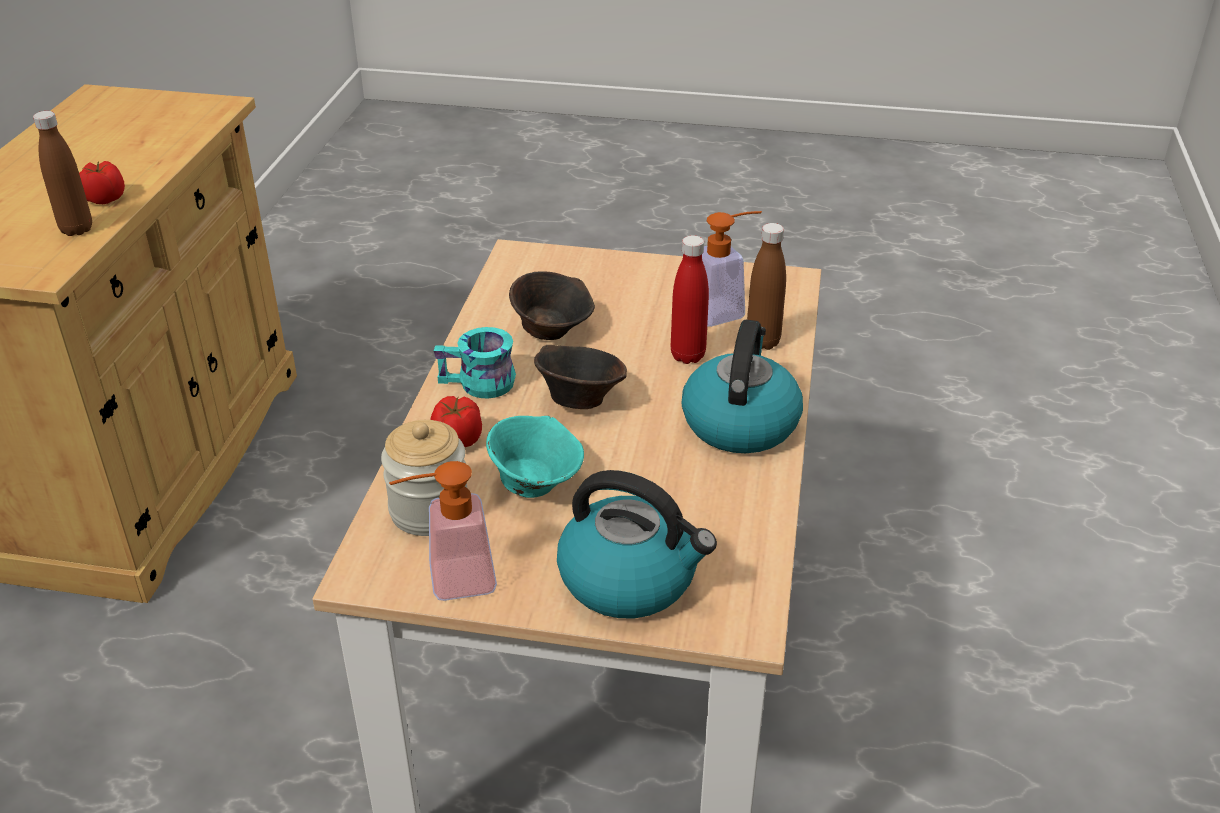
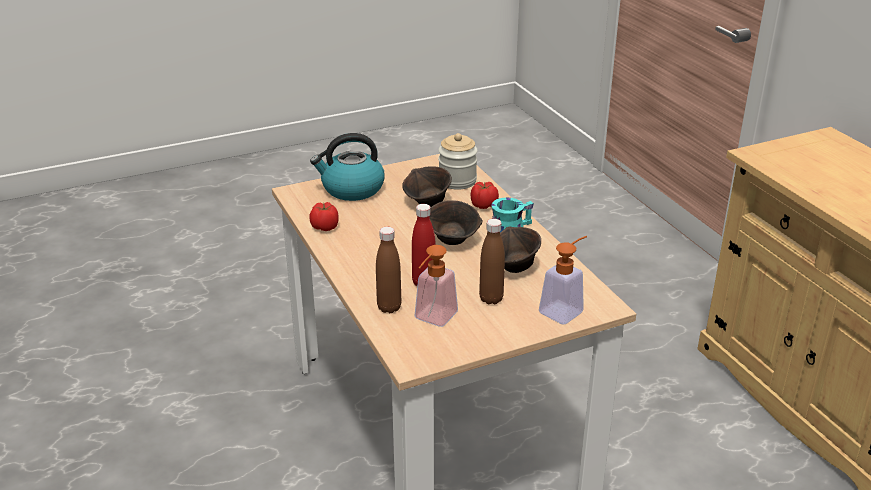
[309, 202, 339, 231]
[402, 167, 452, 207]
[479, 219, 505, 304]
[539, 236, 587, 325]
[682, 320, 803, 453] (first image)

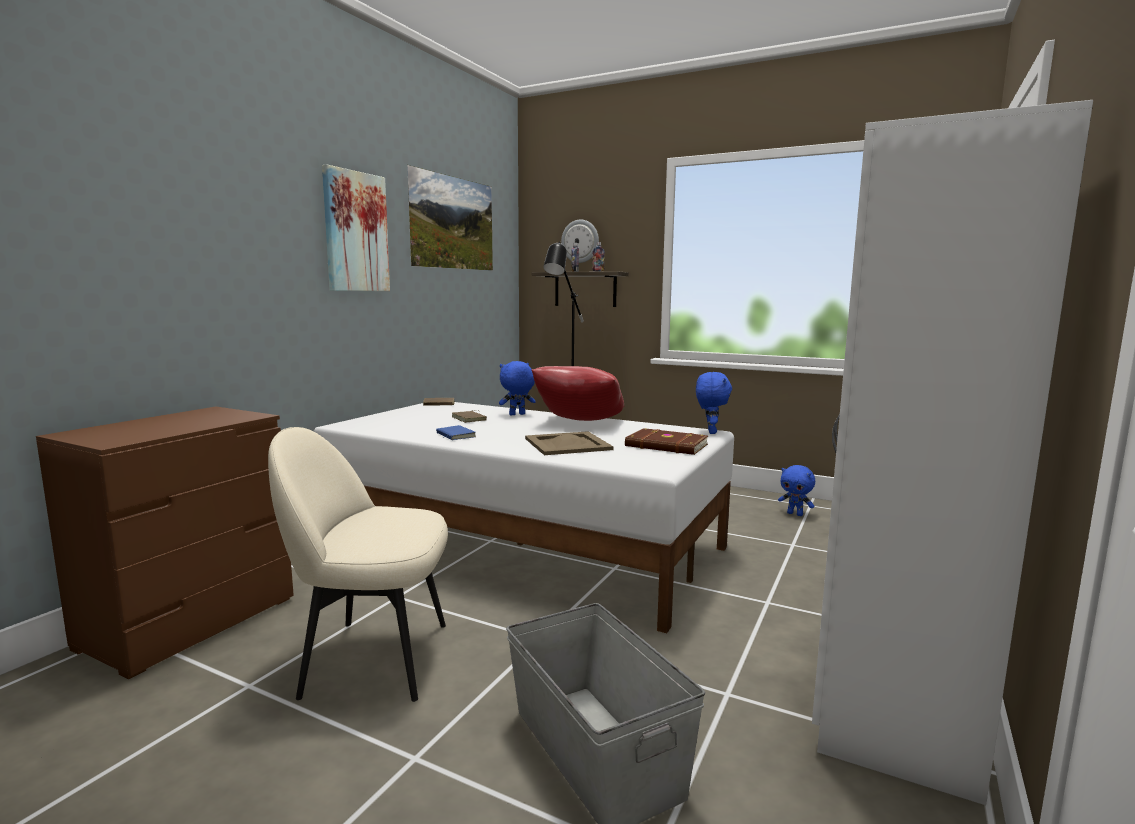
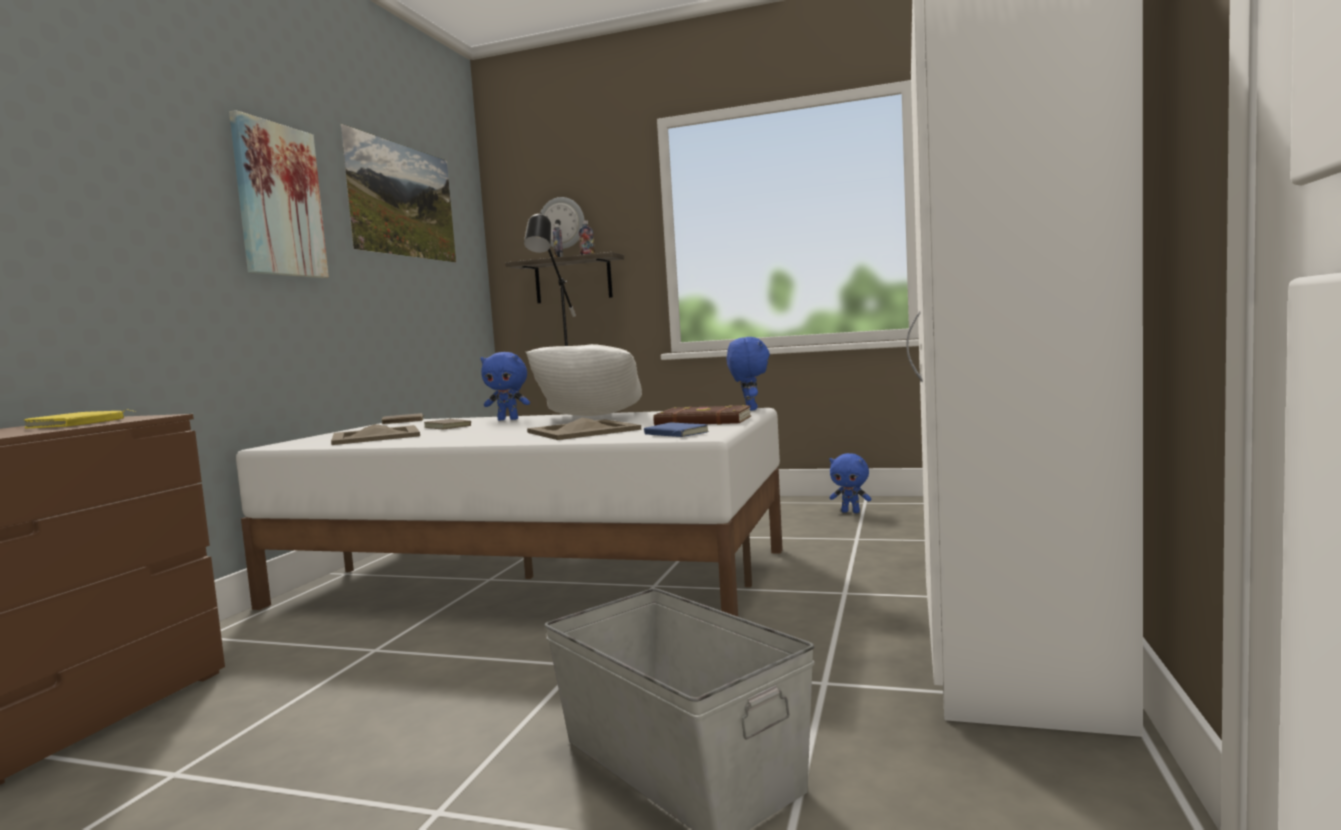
[24, 410, 135, 428]
[331, 424, 420, 445]
[480, 352, 530, 420]
[525, 344, 642, 416]
[644, 422, 709, 437]
[268, 427, 448, 702] (first image)

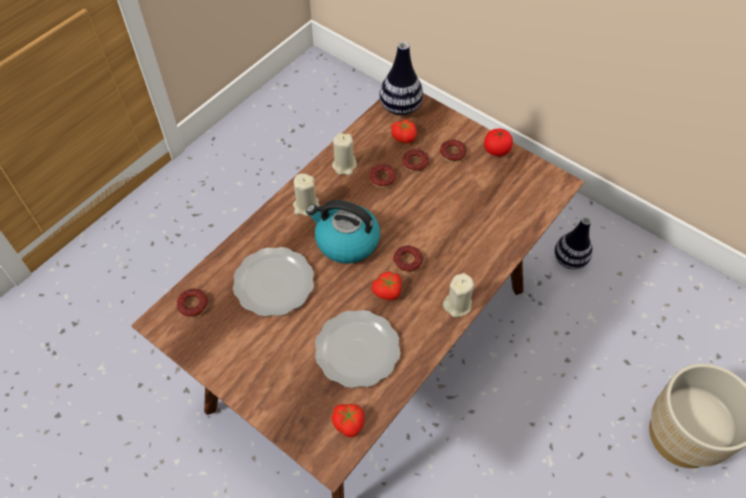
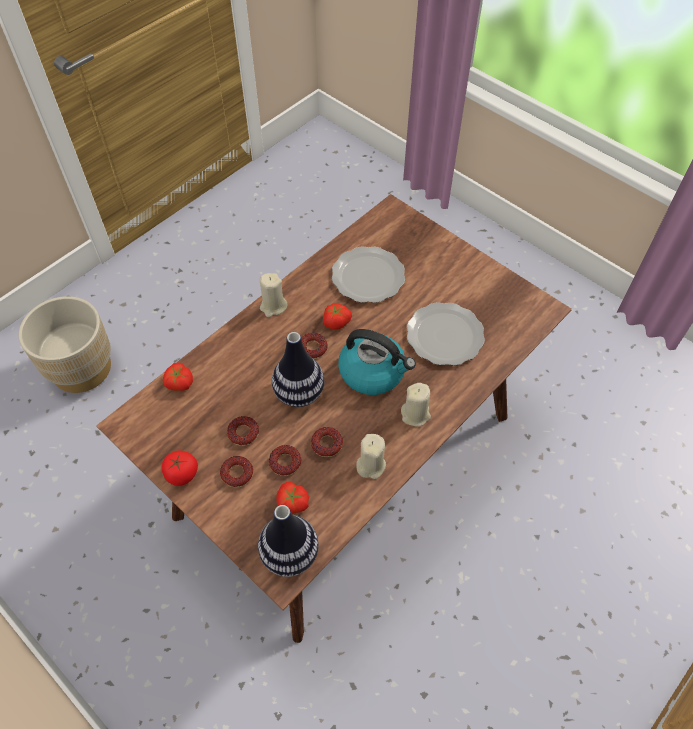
[163, 362, 193, 391]
[227, 416, 259, 446]
[272, 332, 325, 407]

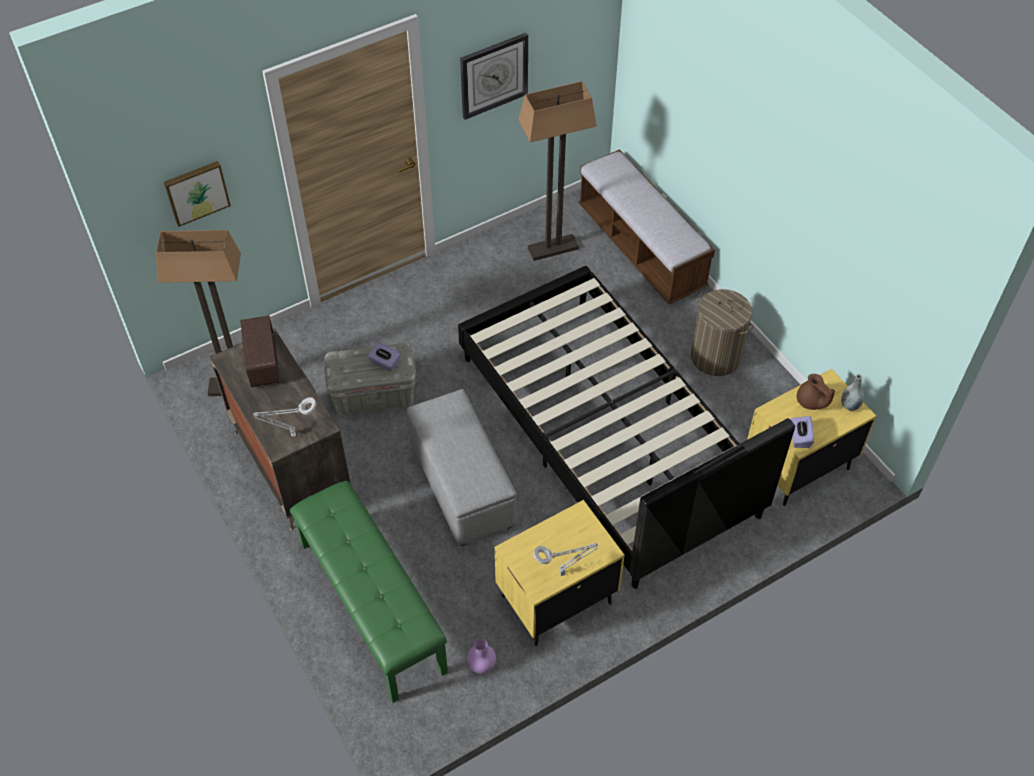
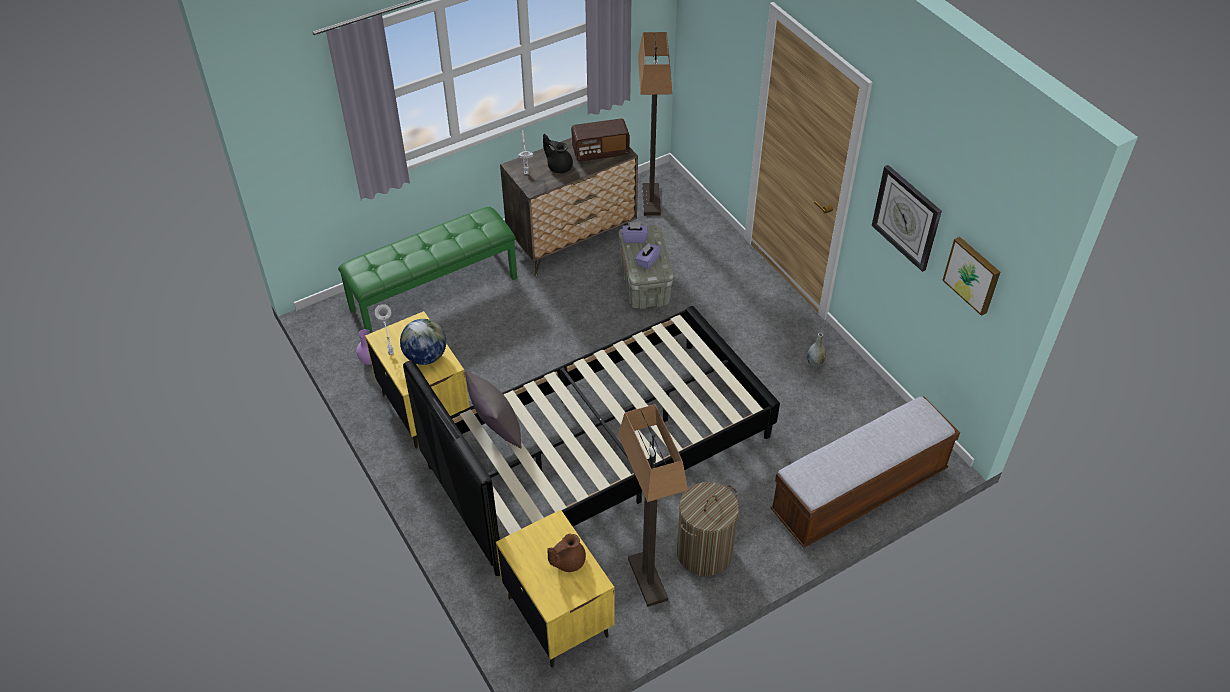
[400, 319, 446, 365]
[465, 371, 521, 448]
[543, 134, 573, 173]
[618, 404, 688, 607]
[622, 222, 648, 243]
[807, 333, 826, 367]
[942, 237, 1000, 316]
[407, 389, 516, 546] (first image)

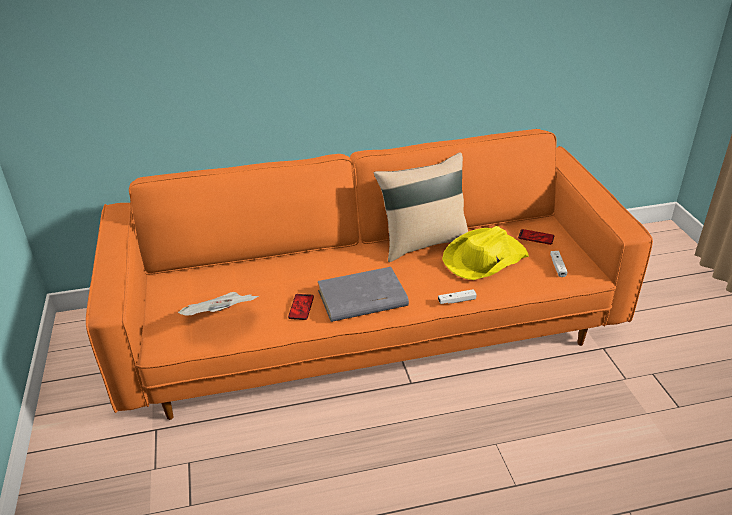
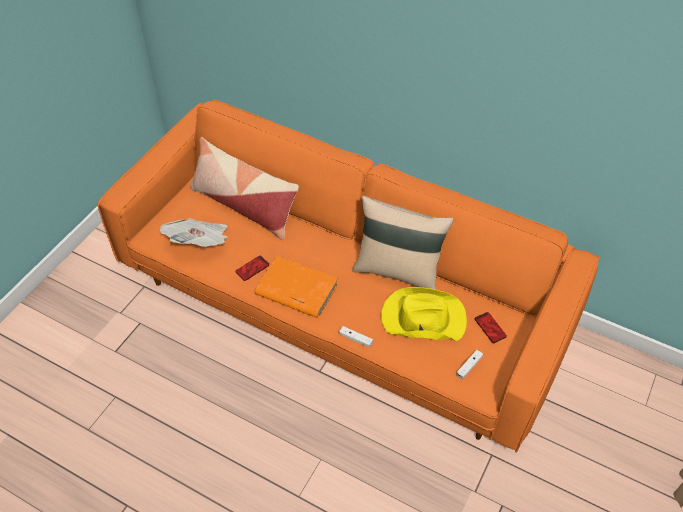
[190, 137, 299, 240]
[255, 256, 338, 318]

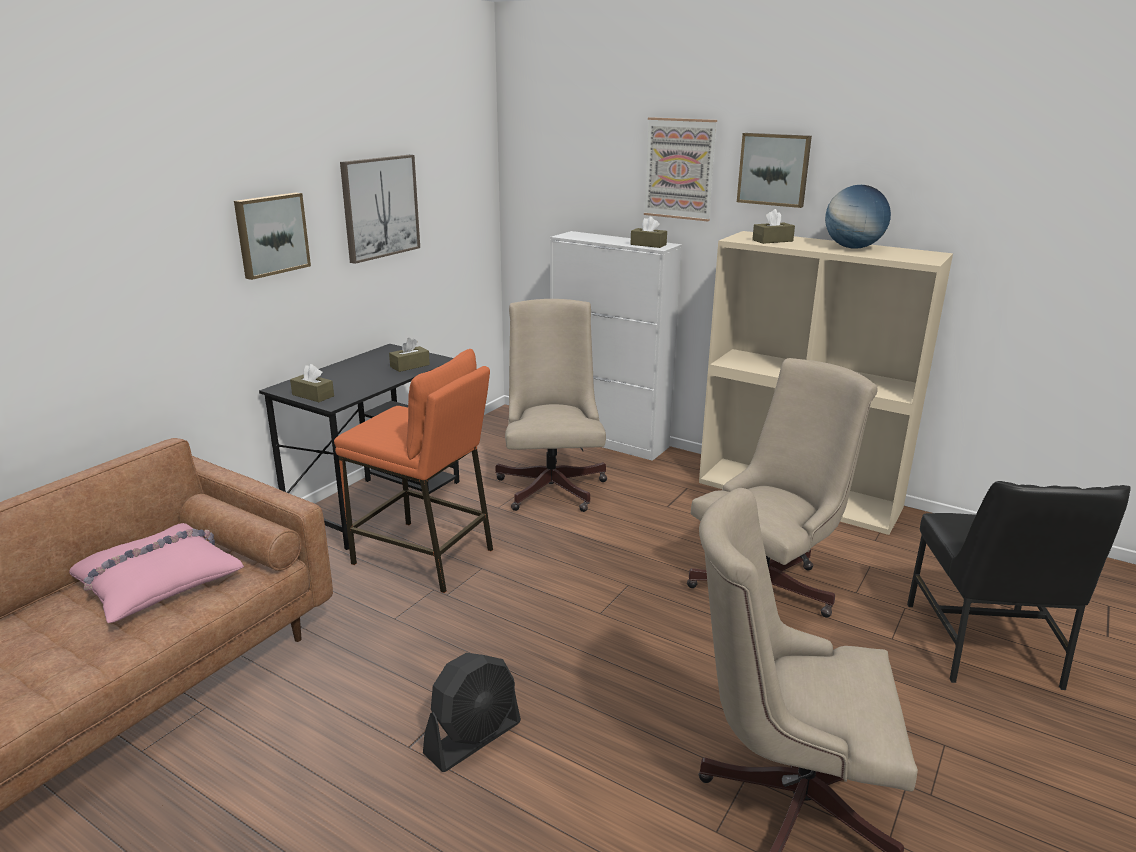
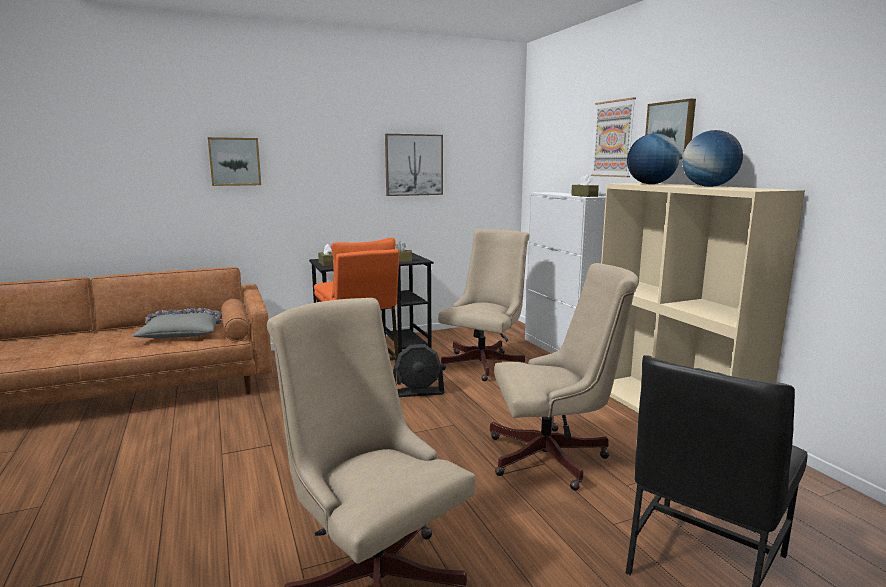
[132, 308, 222, 338]
[208, 137, 261, 186]
[393, 344, 444, 397]
[627, 133, 680, 184]

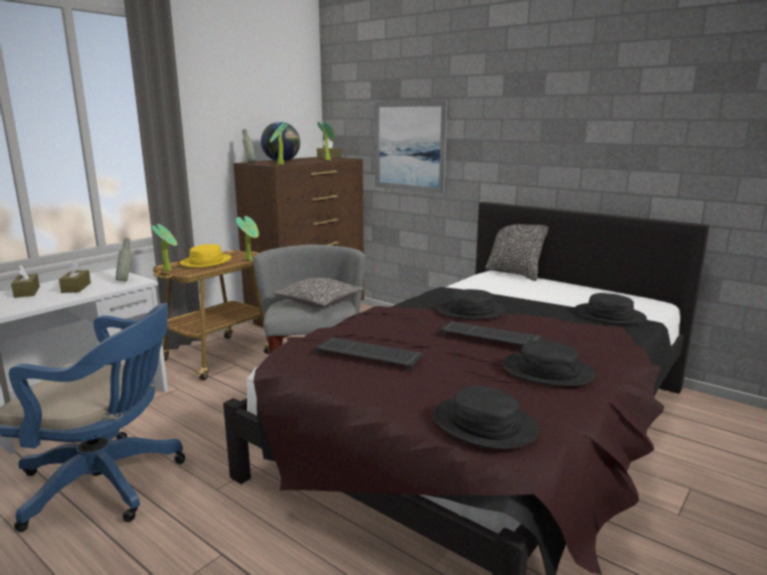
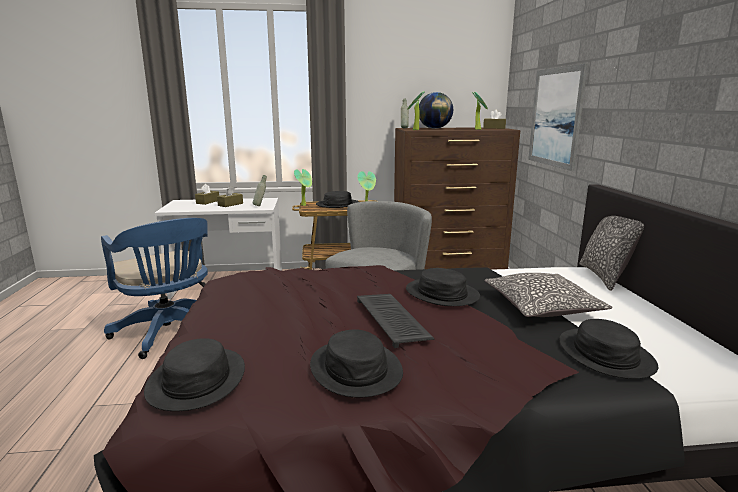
[316, 191, 359, 208]
[484, 273, 613, 317]
[315, 337, 425, 371] (first image)

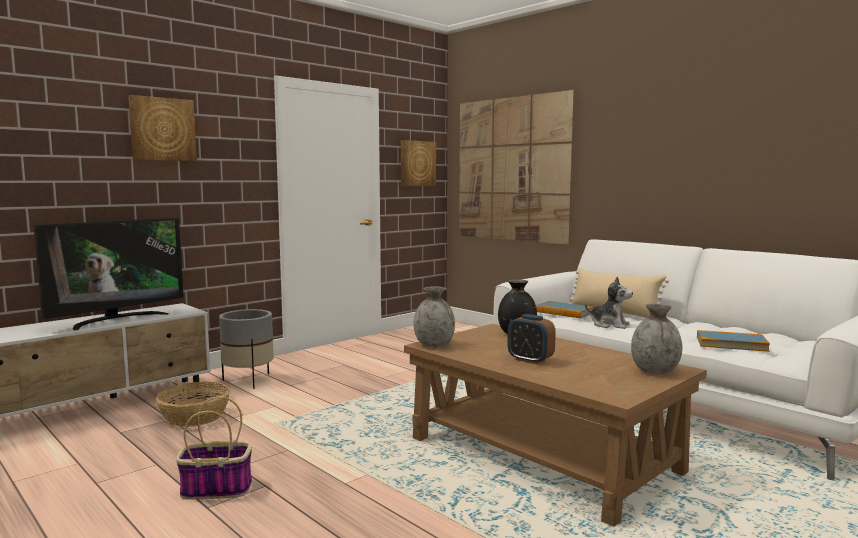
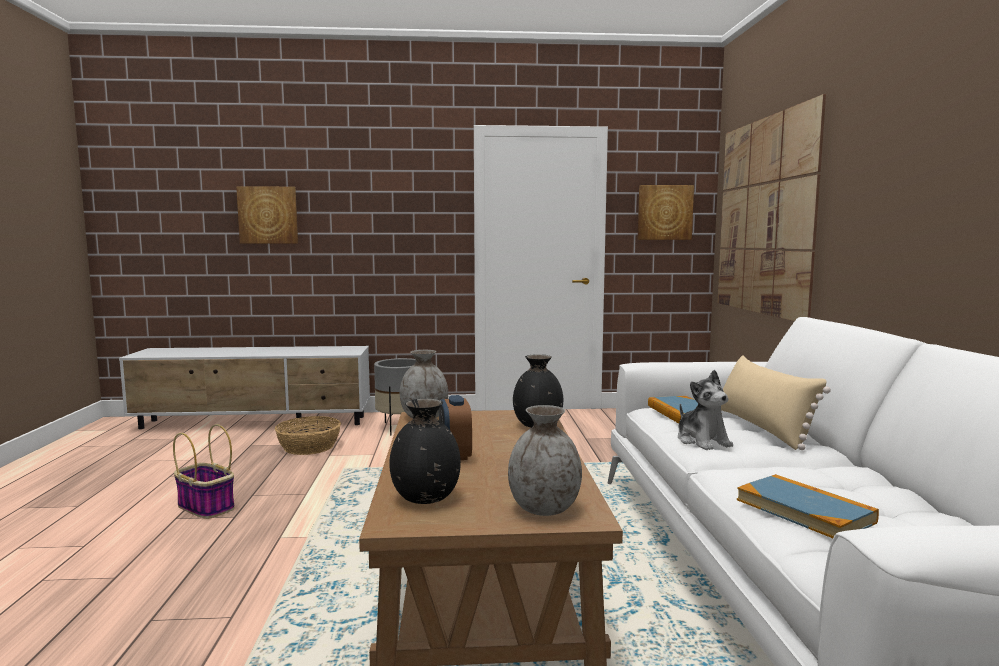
[236, 186, 298, 244]
[389, 398, 461, 504]
[34, 218, 184, 331] (first image)

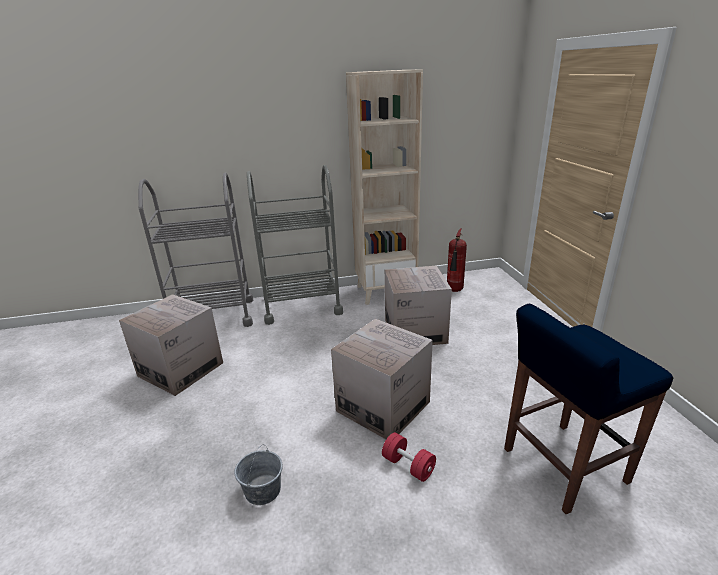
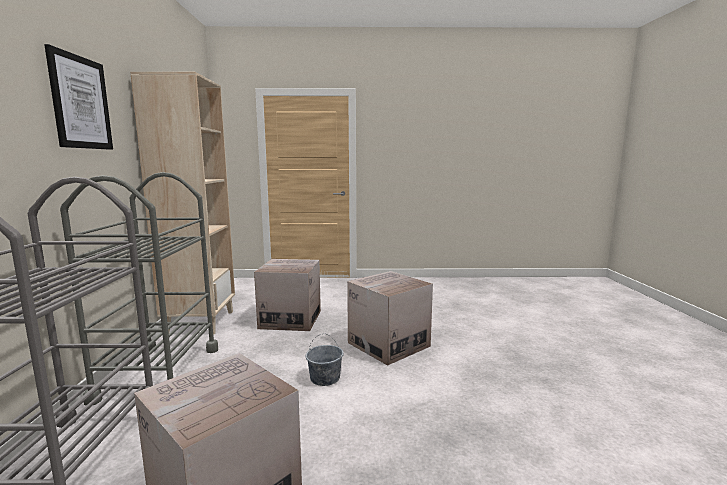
[44, 44, 113, 150]
[306, 334, 344, 386]
[382, 432, 436, 482] (first image)
[447, 229, 467, 292] (first image)
[504, 303, 673, 515] (first image)

